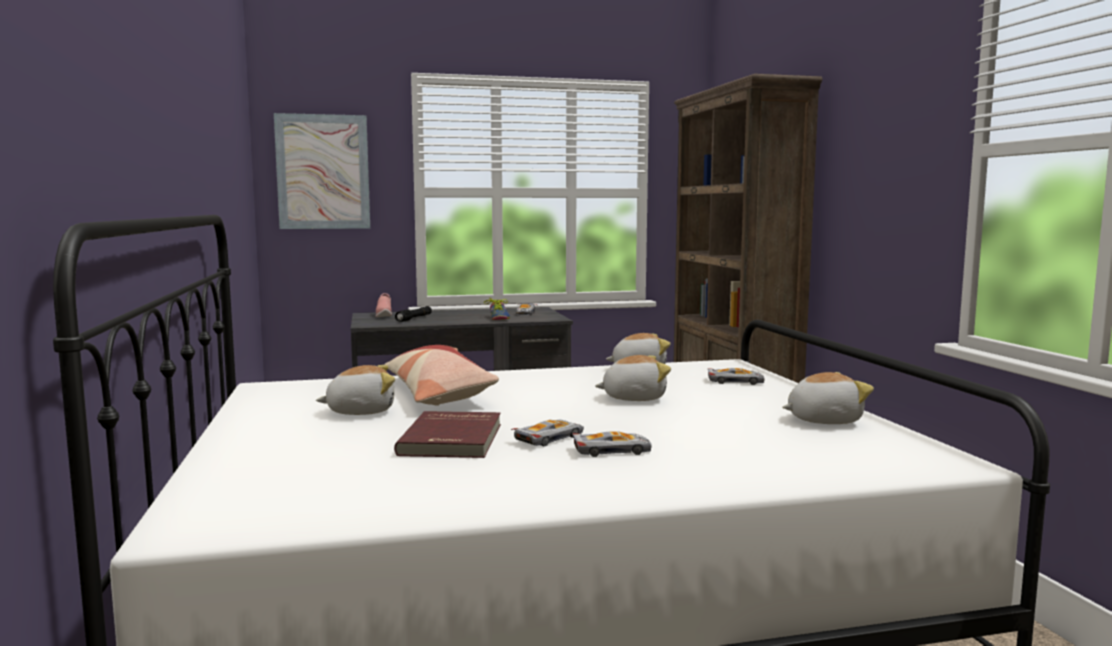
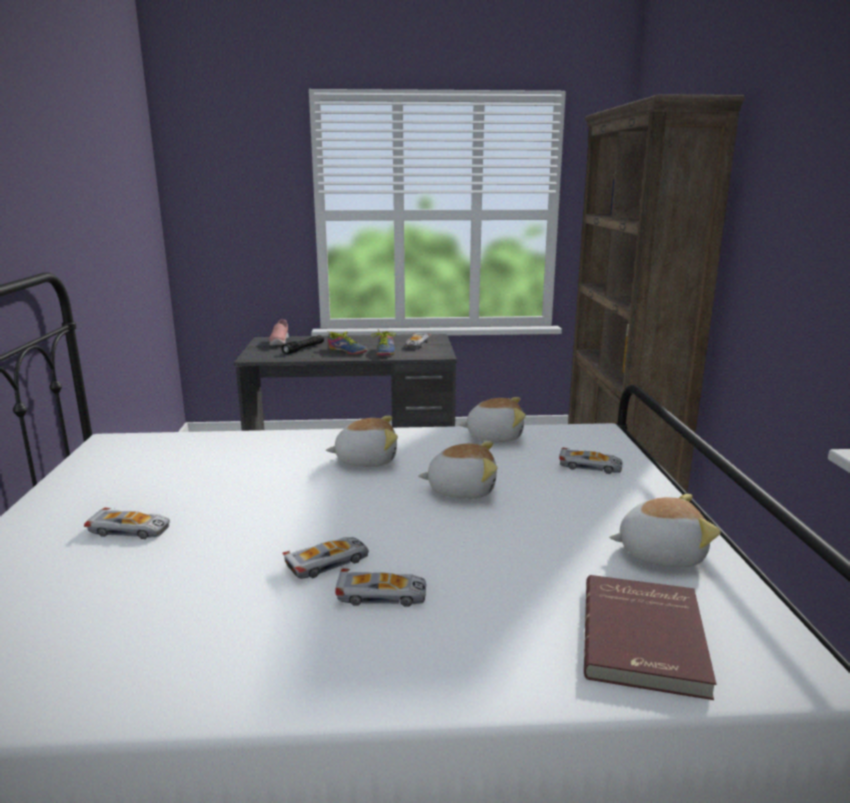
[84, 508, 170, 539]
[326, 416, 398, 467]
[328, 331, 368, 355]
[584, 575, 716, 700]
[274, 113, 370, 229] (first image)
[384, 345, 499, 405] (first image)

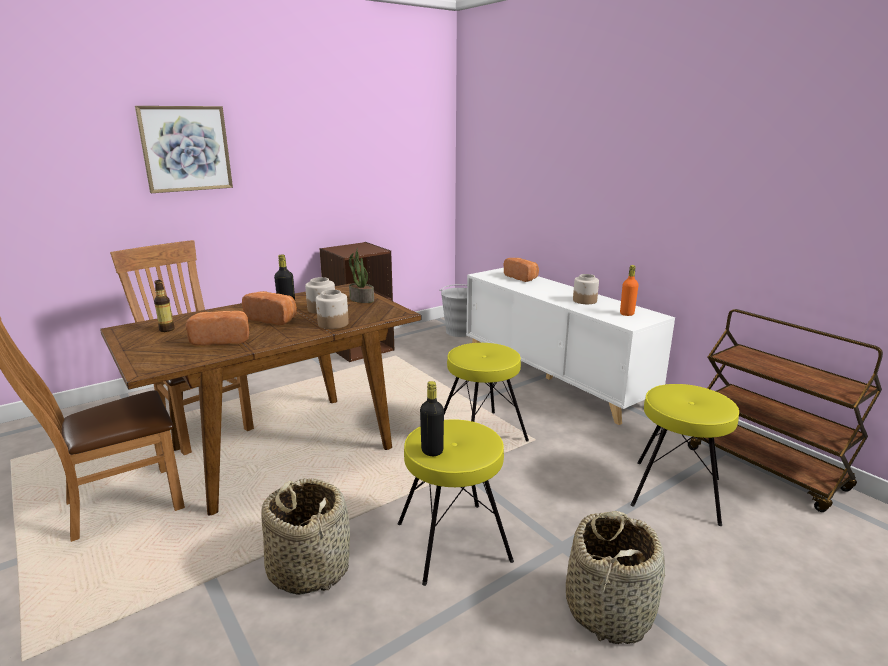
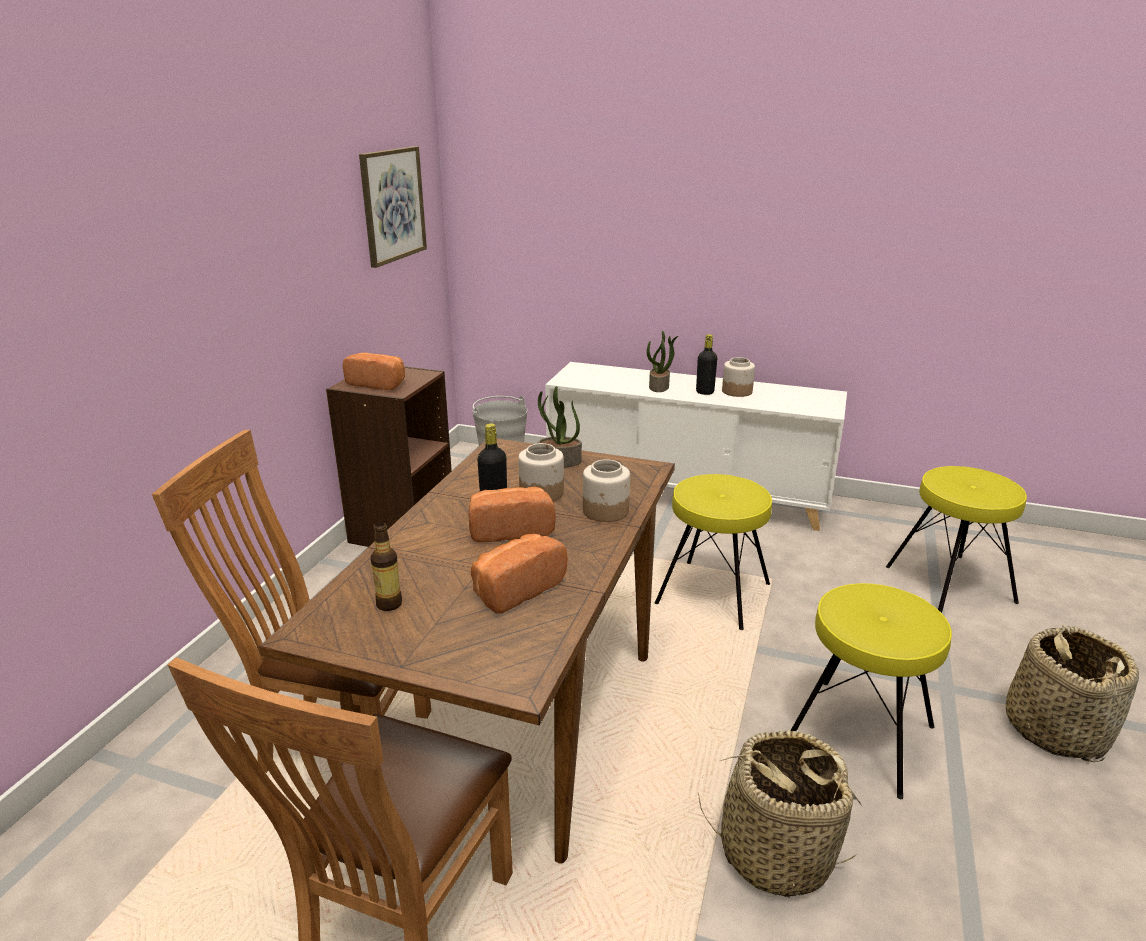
[342, 352, 405, 390]
[359, 146, 427, 268]
[647, 331, 678, 392]
[696, 334, 718, 395]
[620, 265, 638, 316] (first image)
[688, 309, 883, 512] (first image)

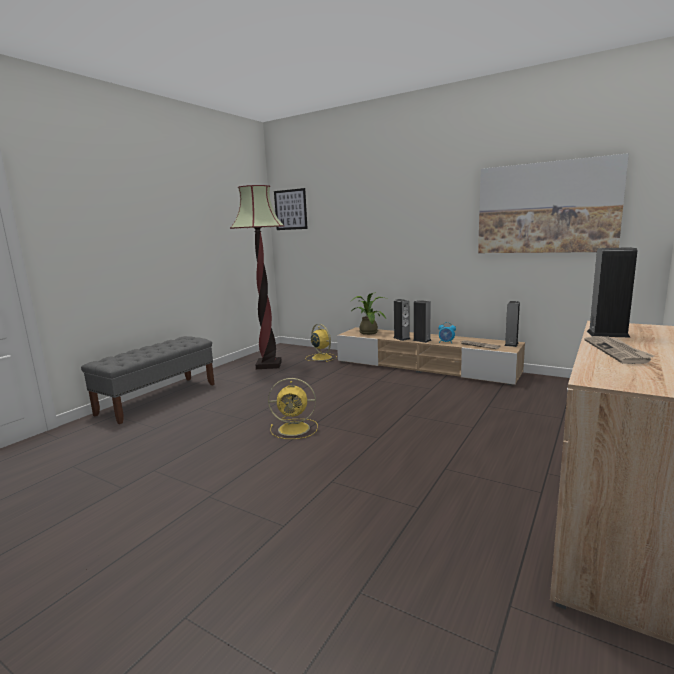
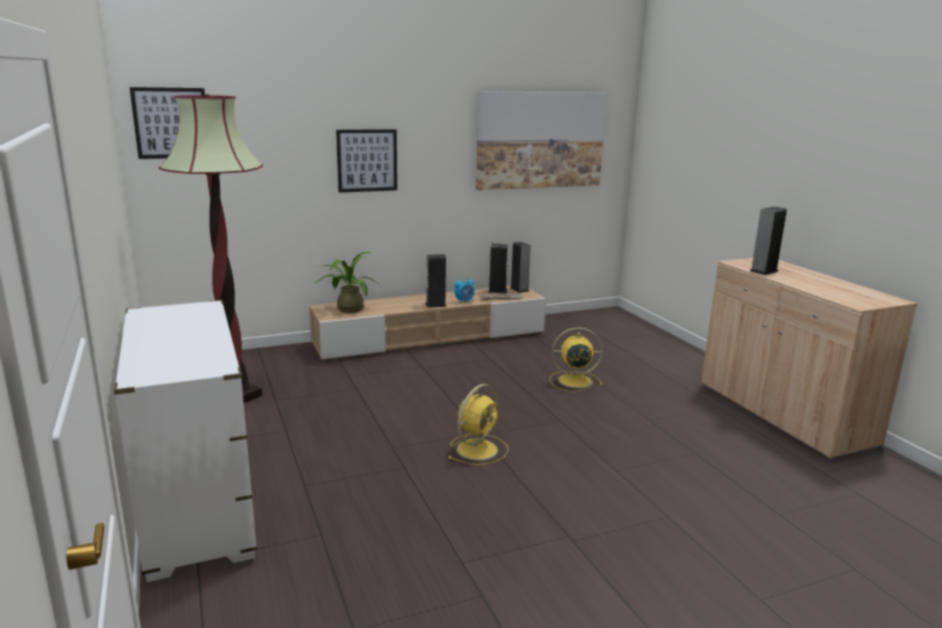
[114, 300, 257, 582]
[336, 129, 397, 193]
[488, 244, 508, 294]
[550, 328, 603, 392]
[585, 336, 654, 364] (first image)

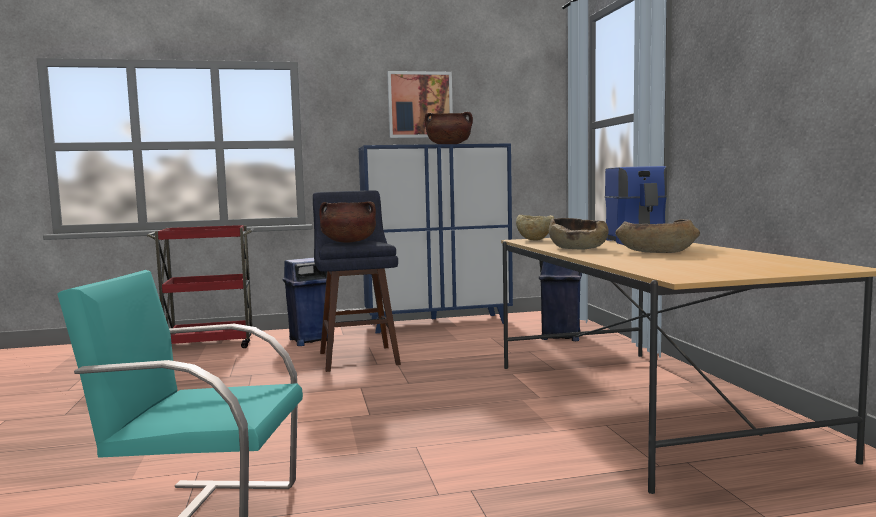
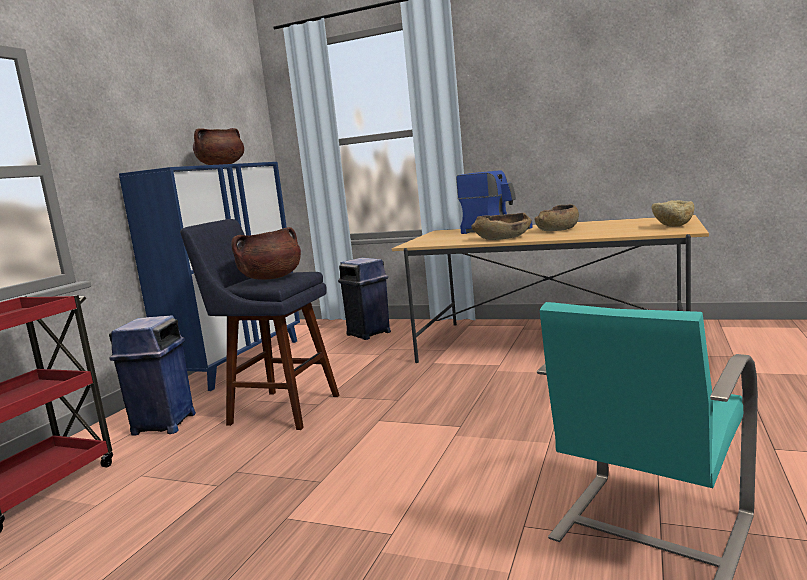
[652, 200, 694, 227]
[387, 71, 453, 138] (first image)

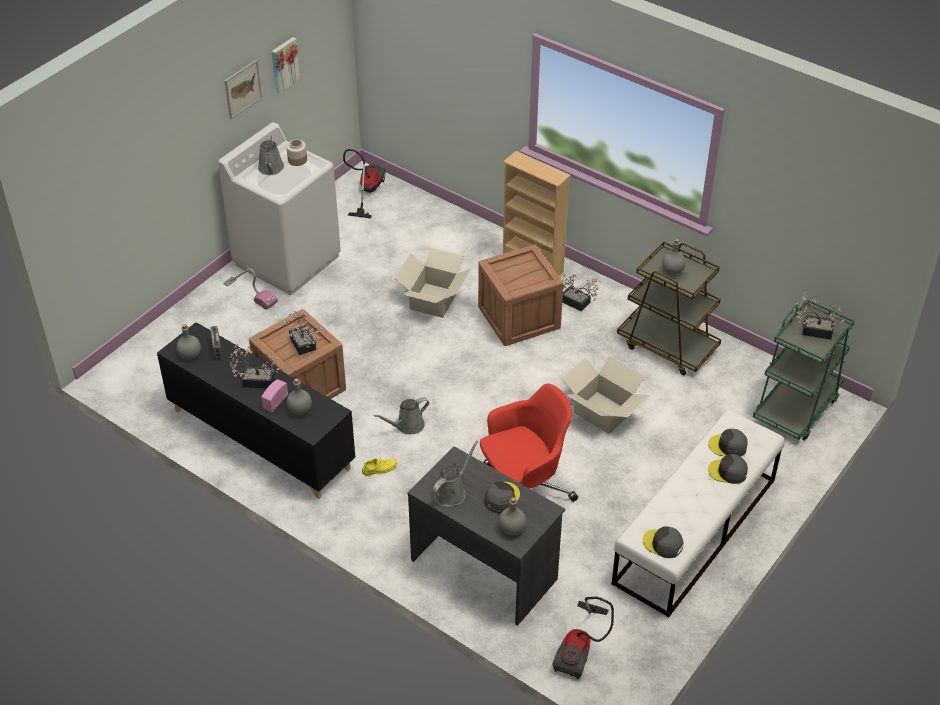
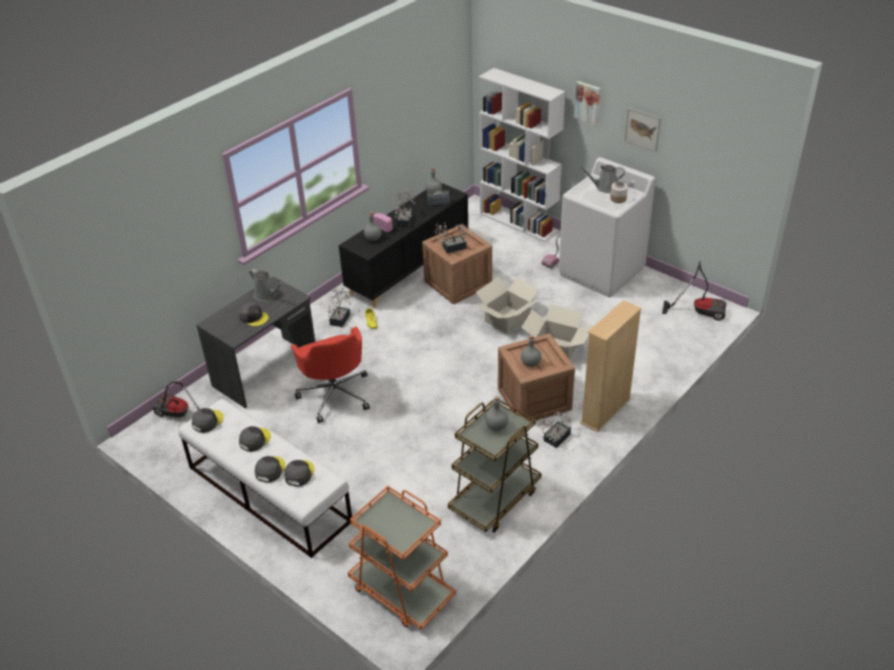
[239, 426, 271, 452]
[328, 288, 353, 327]
[348, 486, 456, 630]
[475, 277, 540, 334]
[479, 68, 565, 242]
[521, 335, 541, 367]
[574, 81, 600, 125]
[374, 397, 429, 434] (first image)

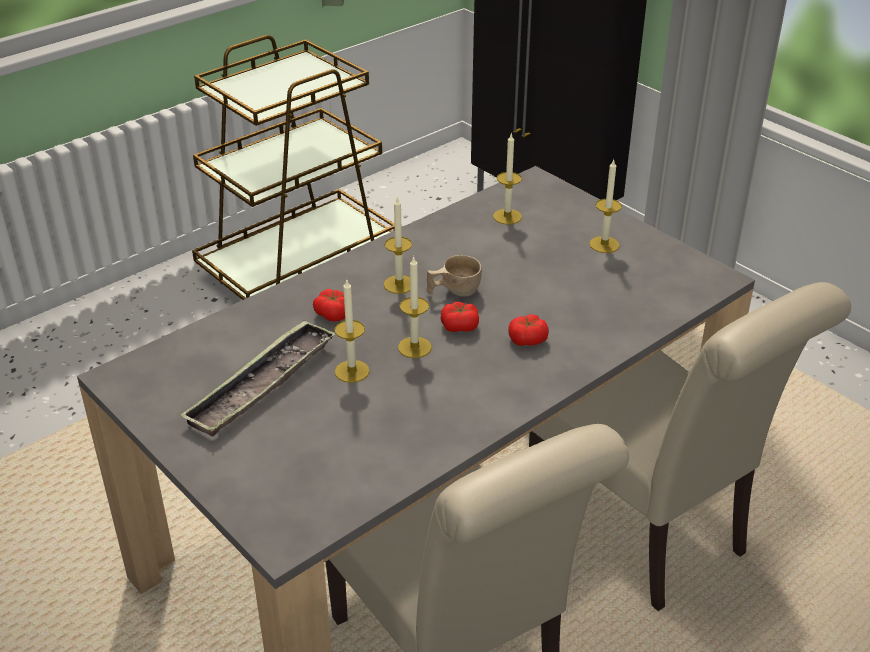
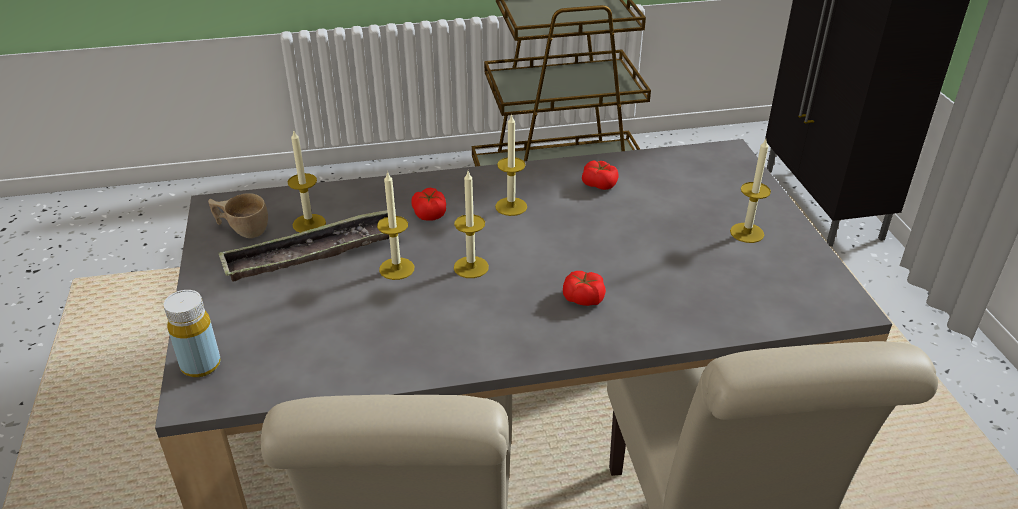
[164, 290, 221, 377]
[208, 193, 268, 238]
[288, 129, 326, 233]
[582, 160, 619, 190]

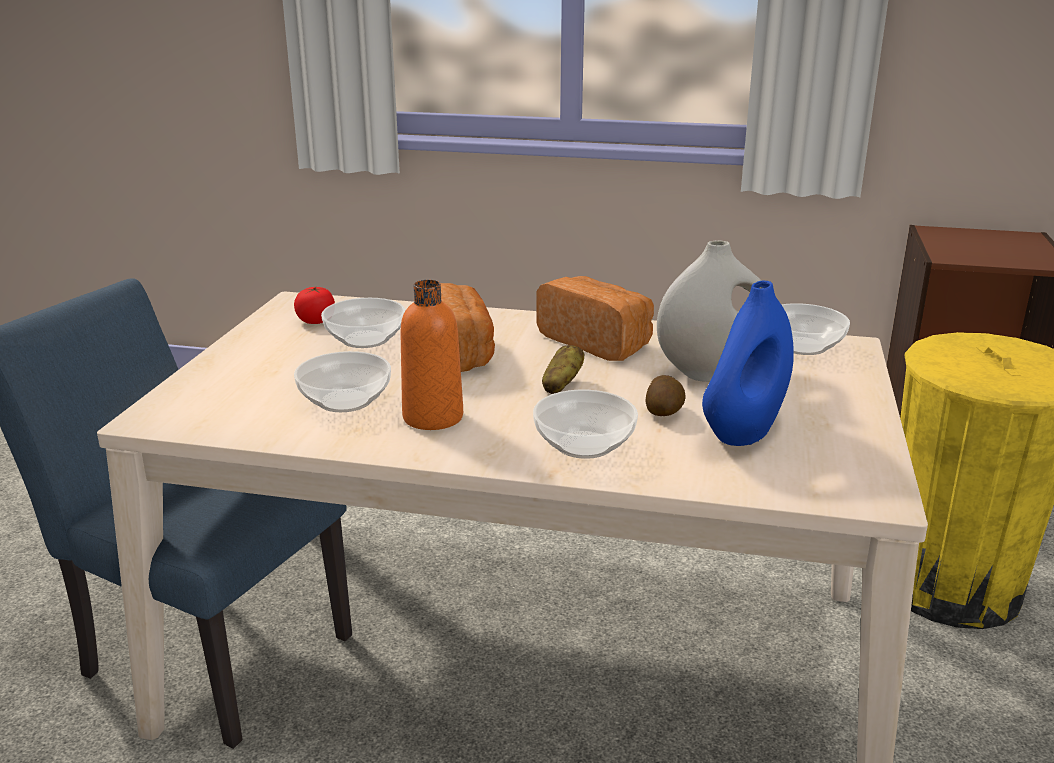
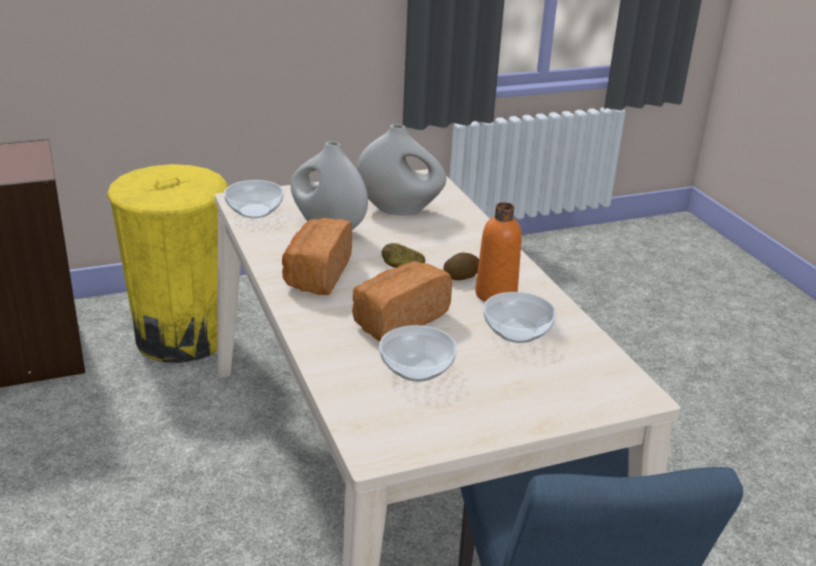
[357, 124, 446, 215]
[443, 253, 479, 280]
[294, 287, 335, 324] (first image)
[533, 390, 638, 459] (first image)

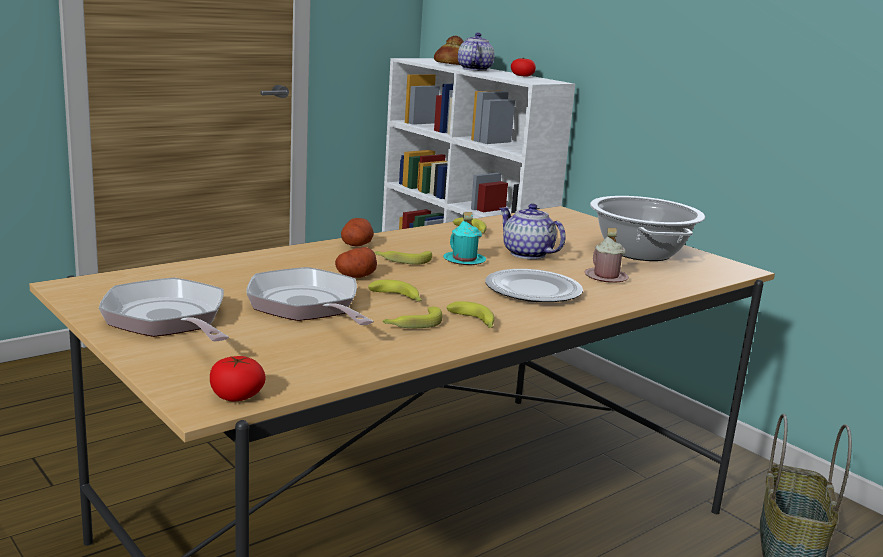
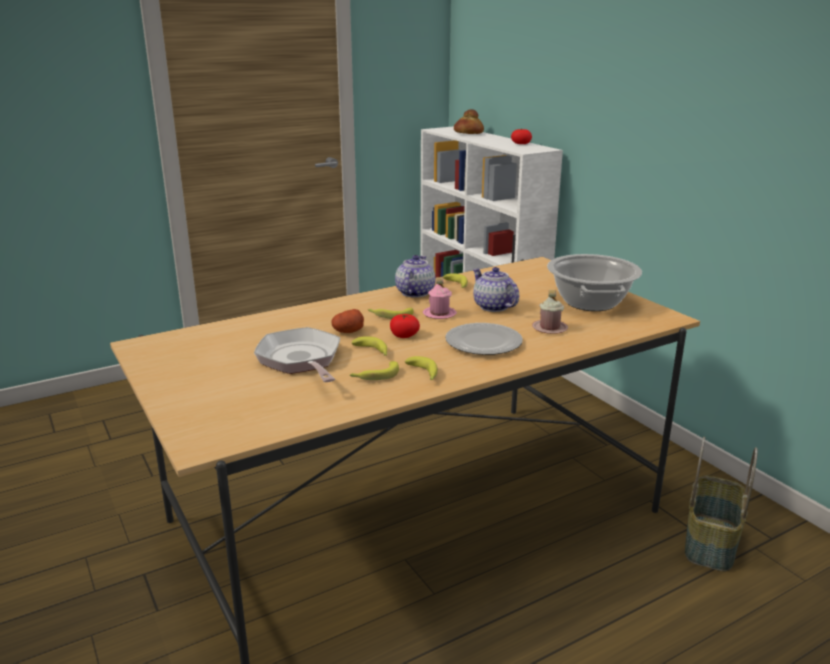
[390, 314, 420, 338]
[395, 255, 435, 298]
[423, 277, 457, 319]
[99, 277, 229, 341] (first image)
[341, 218, 374, 246] (first image)

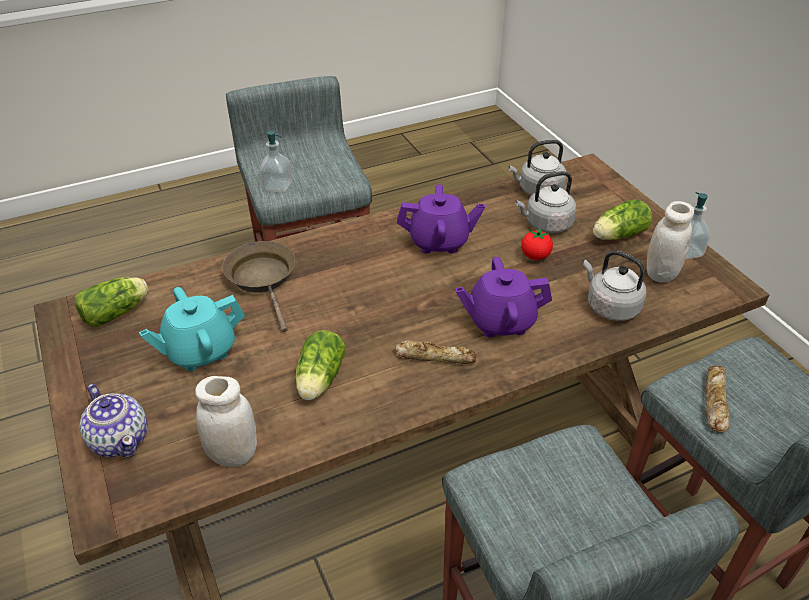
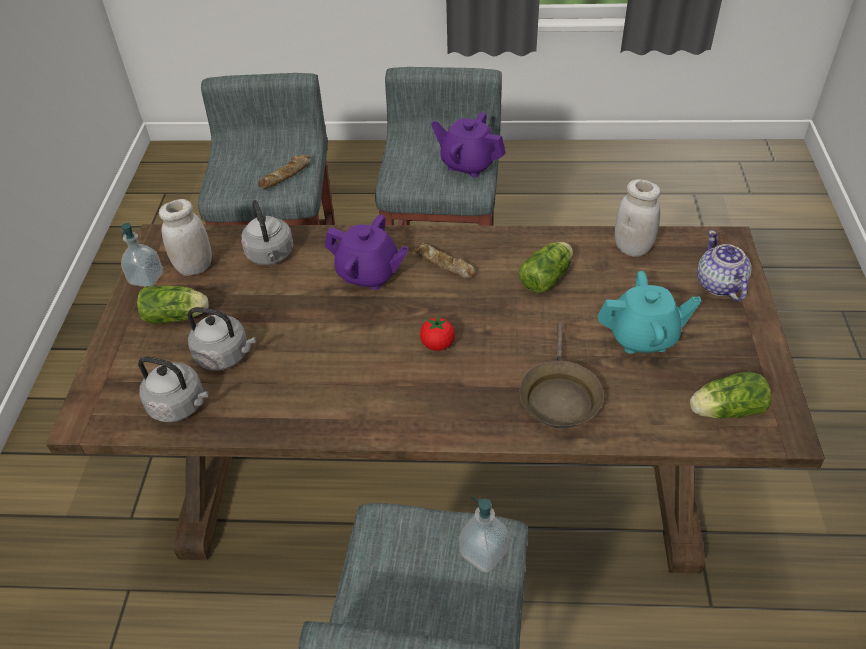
[420, 315, 455, 351]
[431, 112, 506, 177]

